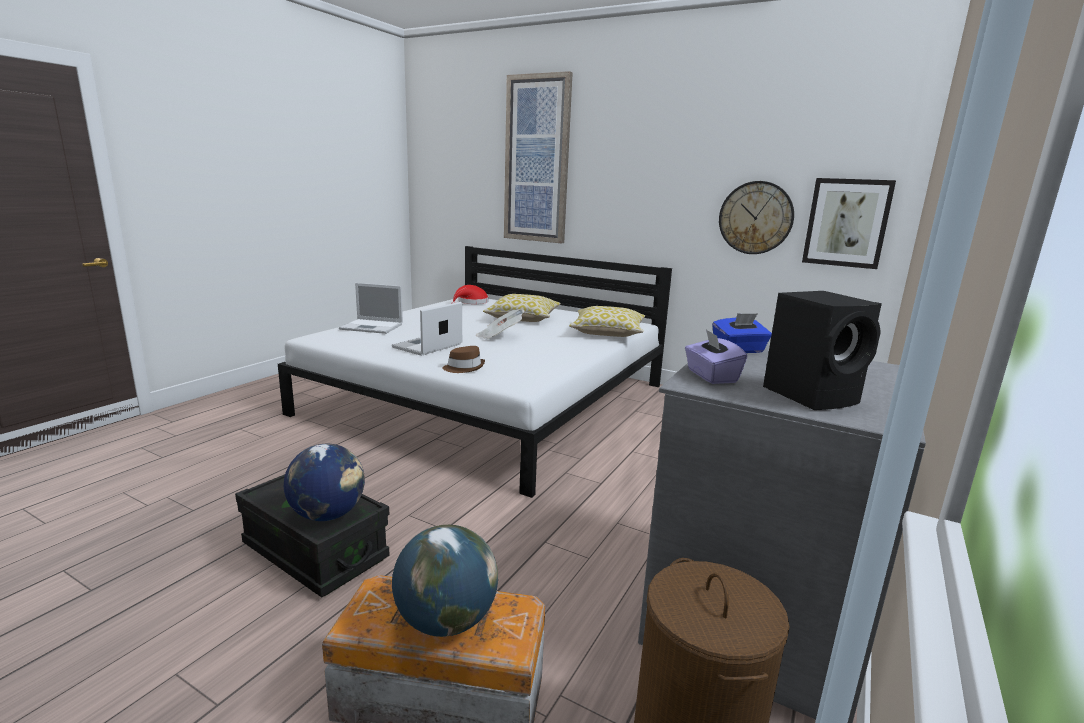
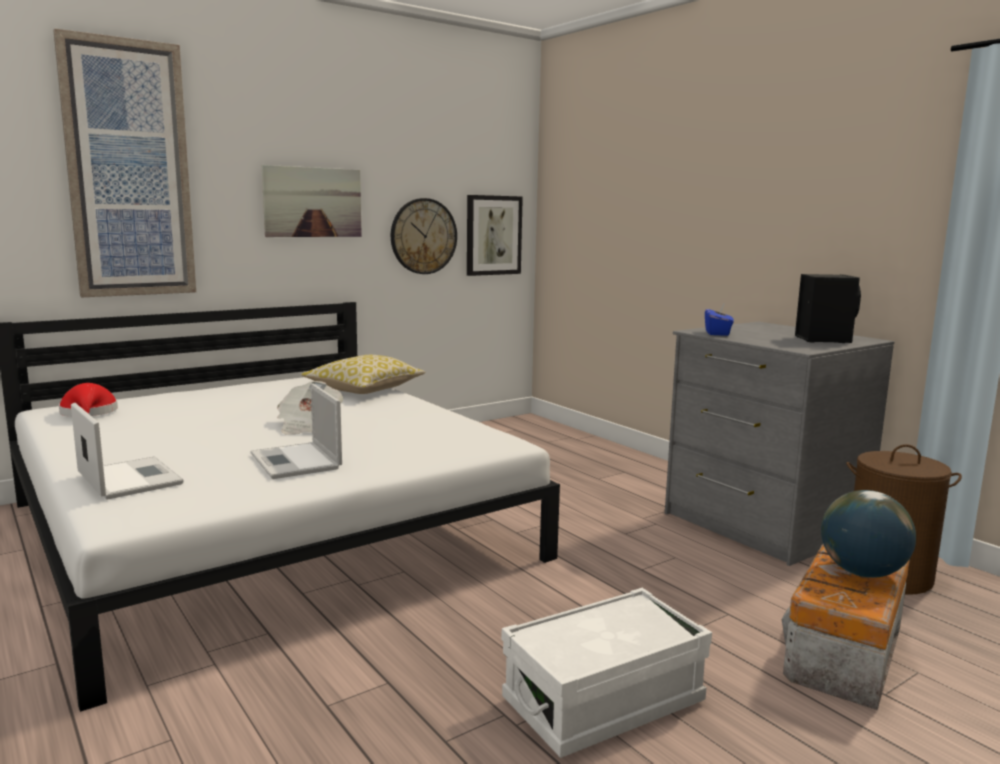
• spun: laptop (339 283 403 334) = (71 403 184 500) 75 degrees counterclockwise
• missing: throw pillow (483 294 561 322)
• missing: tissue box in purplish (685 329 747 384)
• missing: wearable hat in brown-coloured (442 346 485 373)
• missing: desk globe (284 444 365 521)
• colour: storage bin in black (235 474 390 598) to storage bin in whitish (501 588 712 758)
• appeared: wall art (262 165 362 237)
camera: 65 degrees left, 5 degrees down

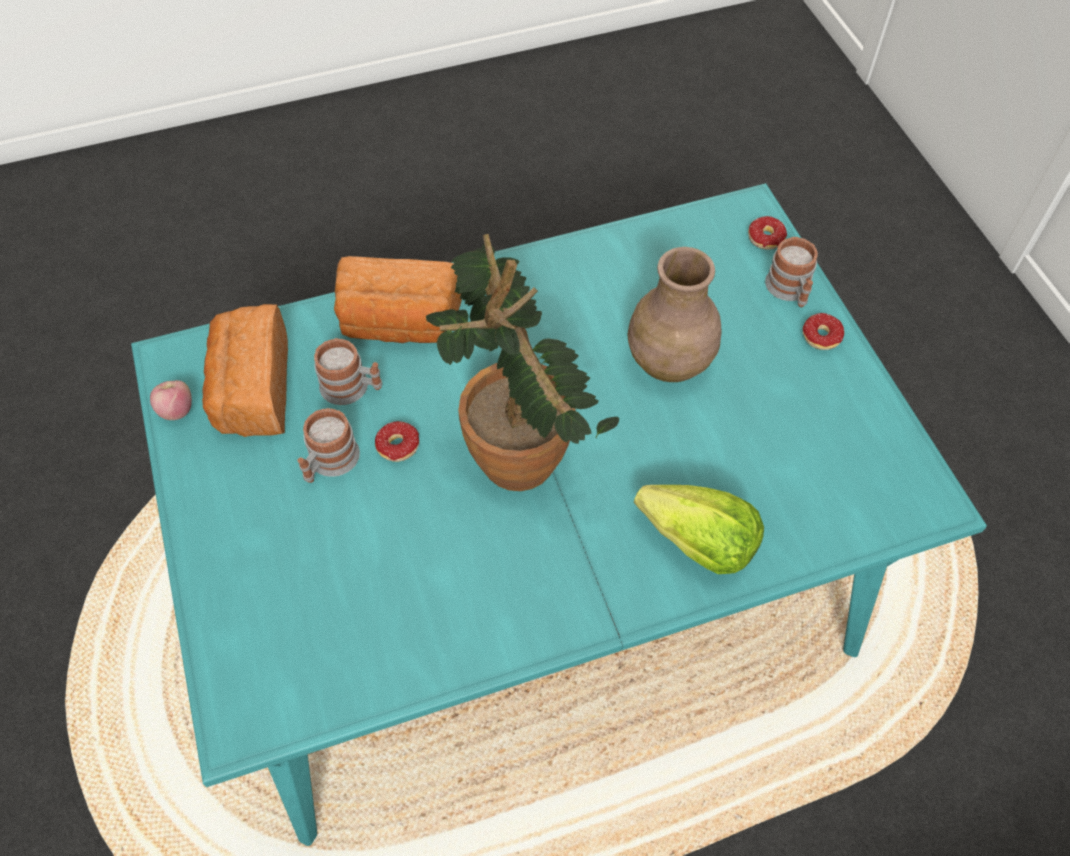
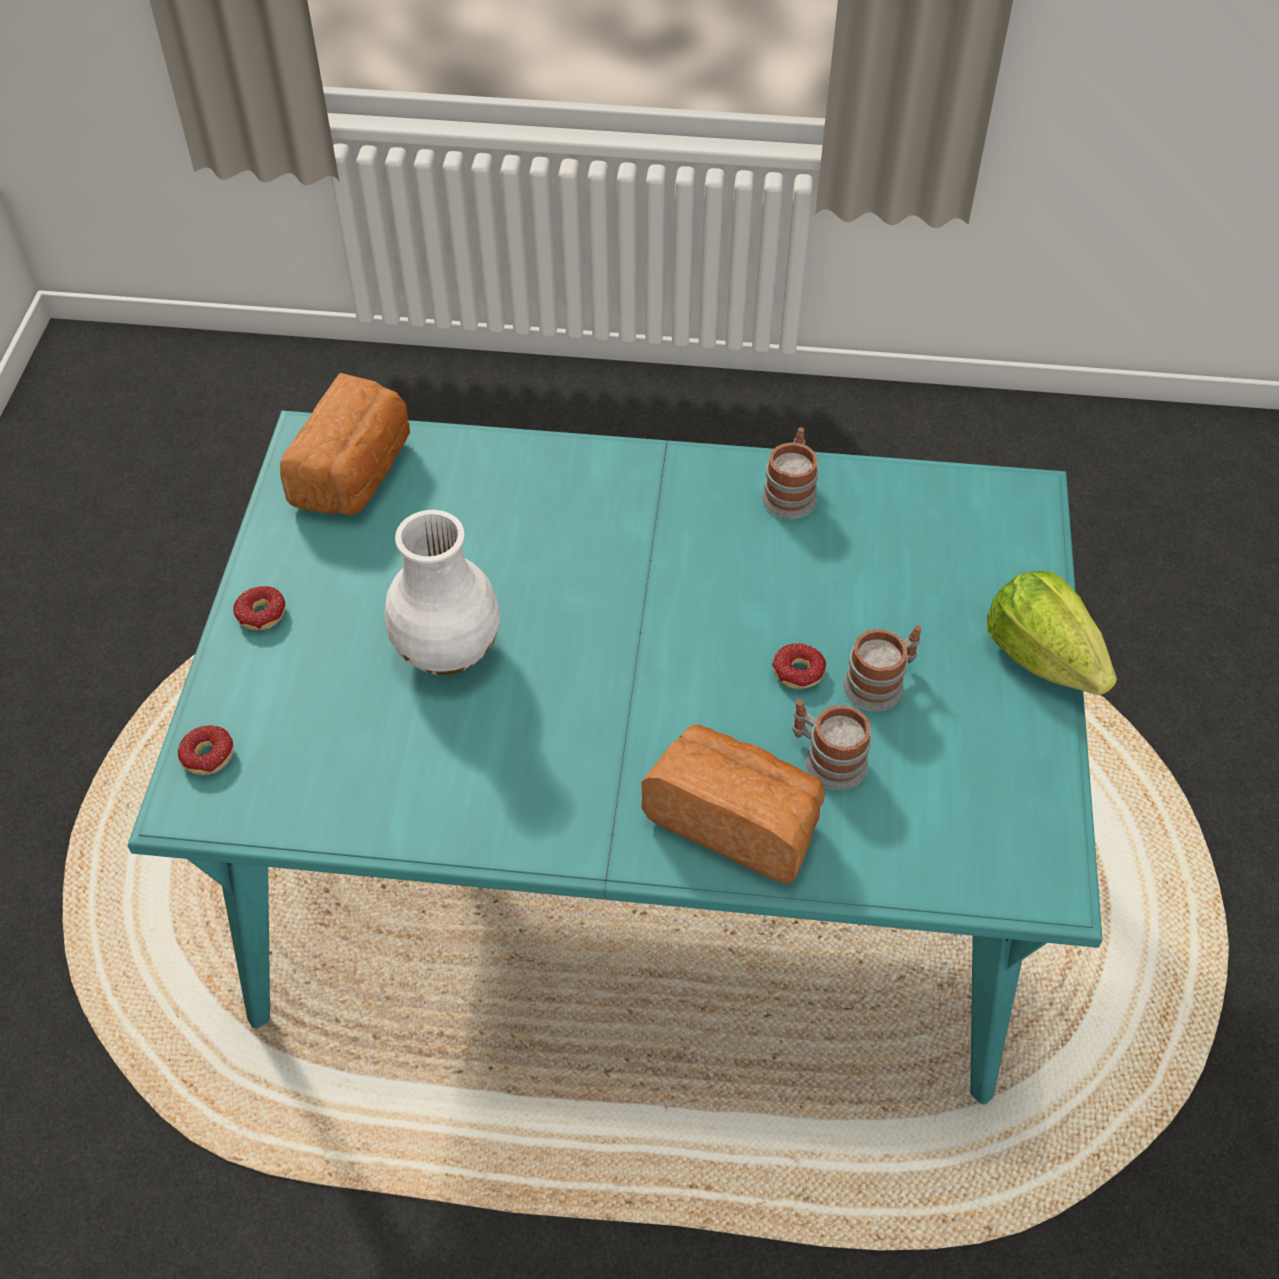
• missing: potted plant (426 234 619 491)
• relocated: coffee mug (765 237 818 307) to (762 427 818 519)
• colour: vase in brown-coloured (627 247 722 382) to vase in whitish (385 510 500 675)
• relocated: bakery bread (202 304 288 437) to (280 373 410 516)
• missing: apple fruit (150 380 192 420)
• relocated: lettuce head (634 485 764 574) to (987 570 1117 695)
camera: 155 degrees left, 5 degrees down

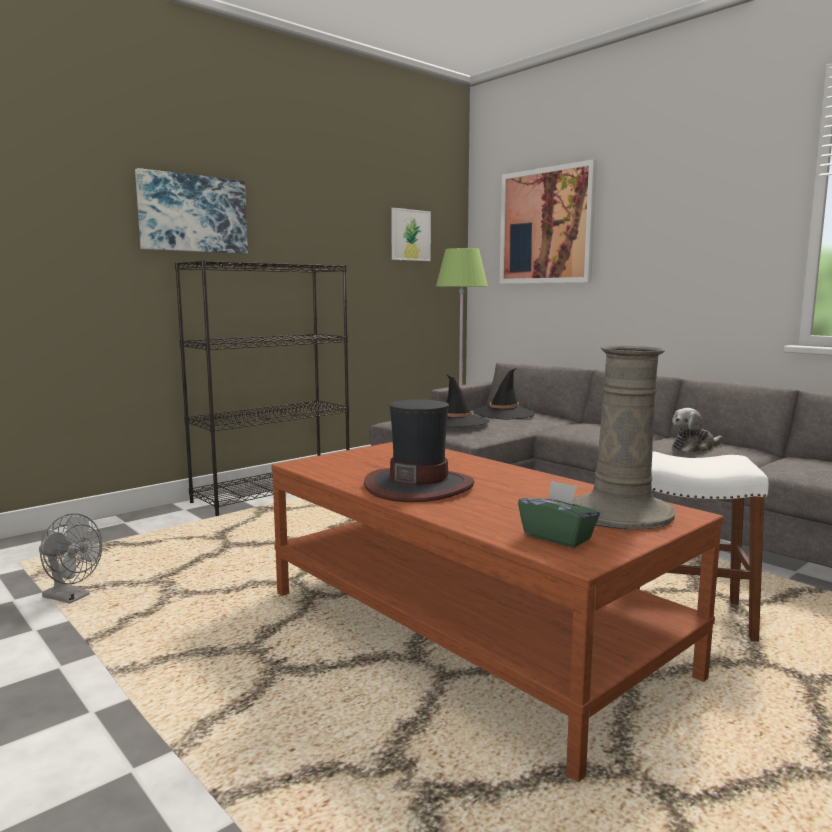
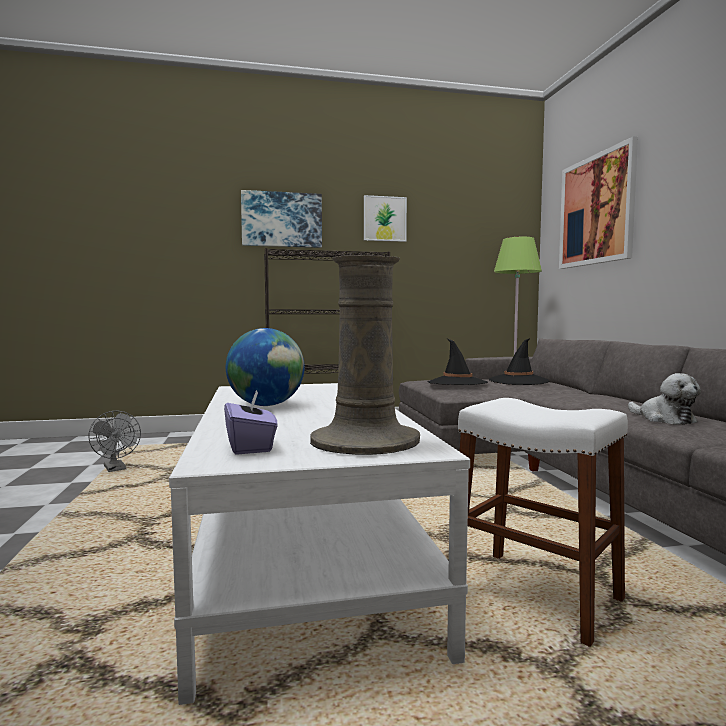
• relocated: wall art (391 208 431 261) to (364 195 407 242)
• exchanged: wearable hat (364 399 474 502) to desk globe (226 328 305 406)
• spun: plush toy (672 408 723 452) = (628 373 701 425) 120 degrees counterclockwise
• colour: low table in brown-coloured (271 442 723 782) to low table in whitish (169 383 470 705)
• colour: tissue box in green-coloured (518 480 600 548) to tissue box in purplish (224 389 278 455)
camera: 30 degrees right, 5 degrees down

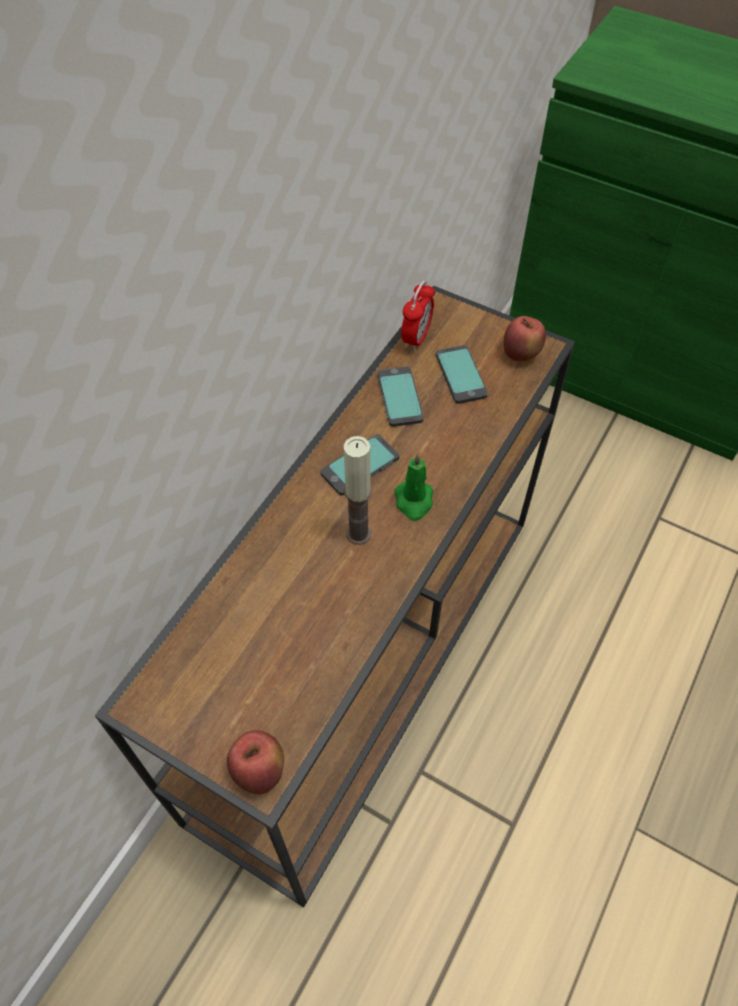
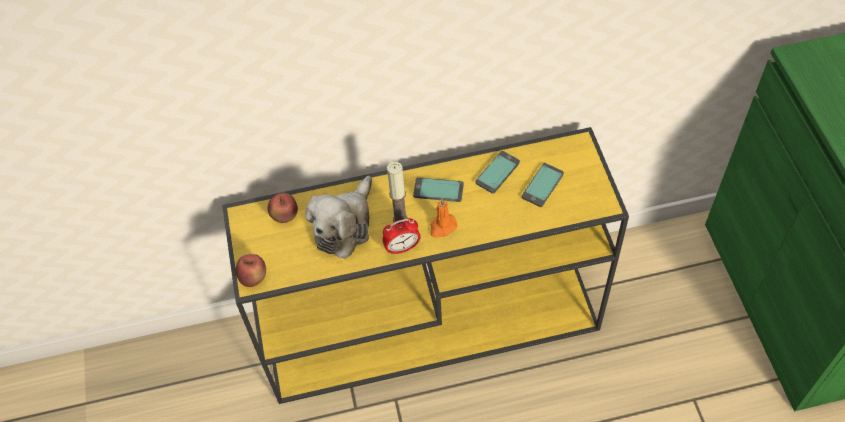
• relocated: bedside clock (401 280 435 351) to (382 218 421 255)
• colour: console table in brown-coloured (95 286 575 908) to console table in yellow-coloured (222 127 629 404)
• relocated: apple fruit (503 316 546 362) to (268 193 298 223)
• colour: candle in green-coloured (394 453 433 521) to candle in orangey (430 199 458 237)
• appeared: plush toy (306 176 372 259)
camera: 50 degrees right, 0 degrees up

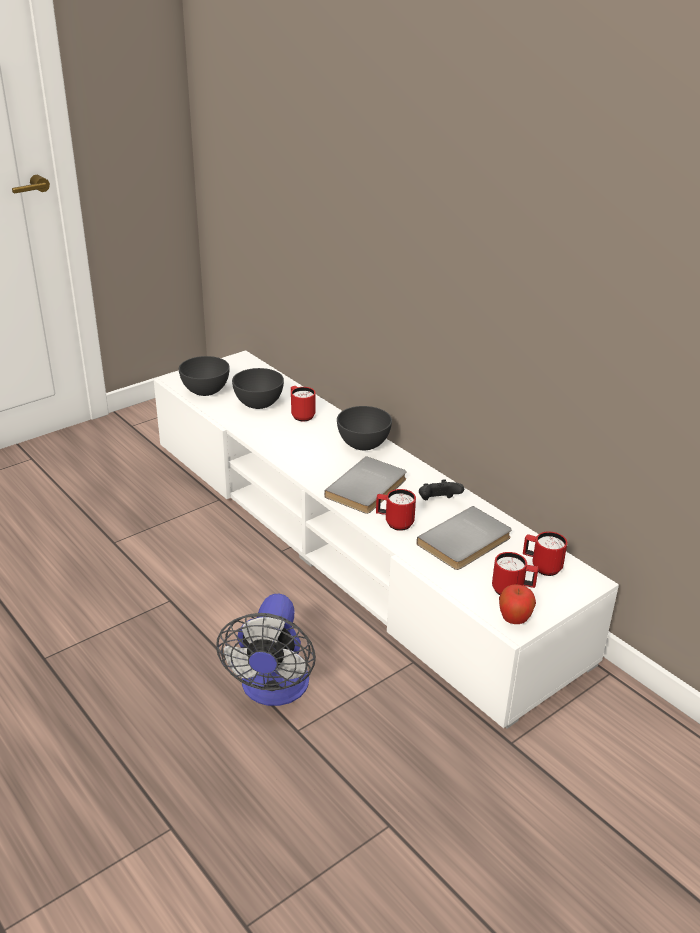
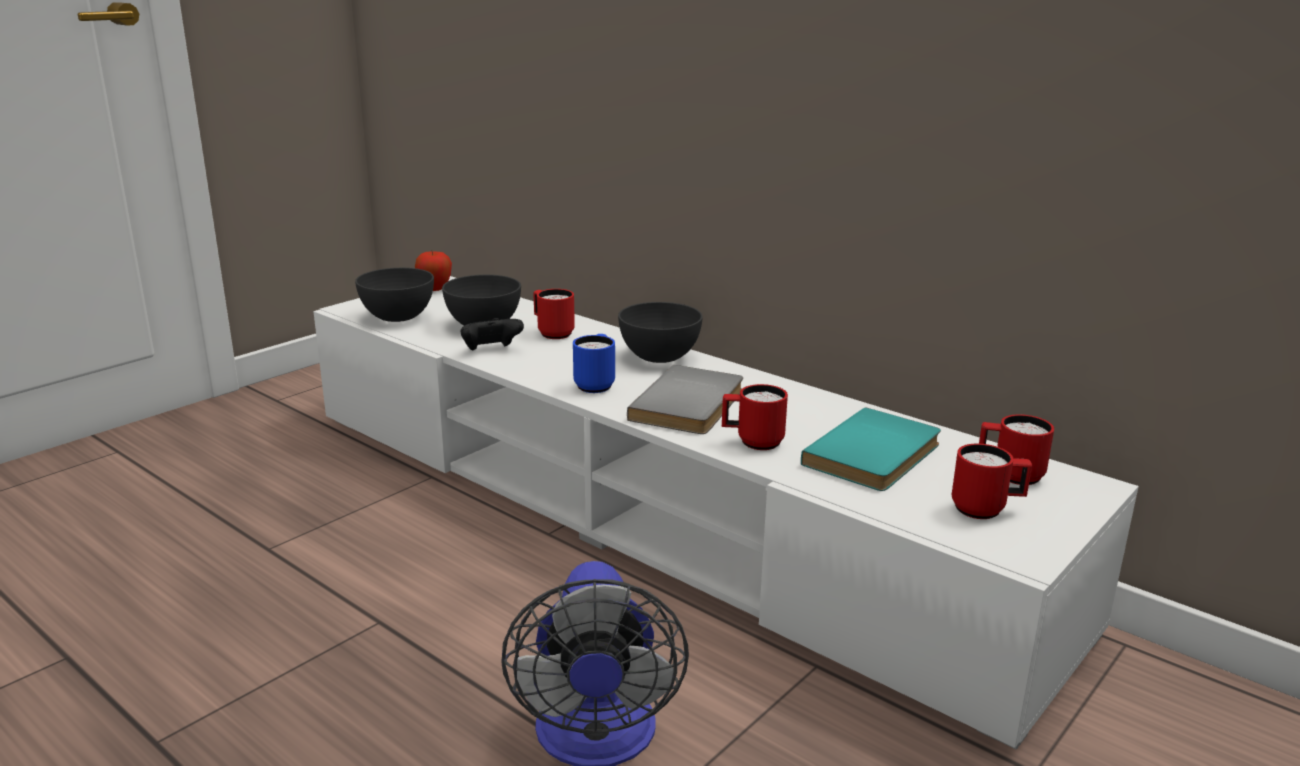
• relocated: joypad in black (419 479 464 500) to (460 318 524 350)
• colour: book in grey (417 506 512 570) to book in turquoise-coloured (801 407 941 491)
• relocated: apple fruit (499 584 536 624) to (415 250 452 291)
• appeared: coffee mug in bluish (573 334 615 393)
camera: 10 degrees left, 10 degrees down

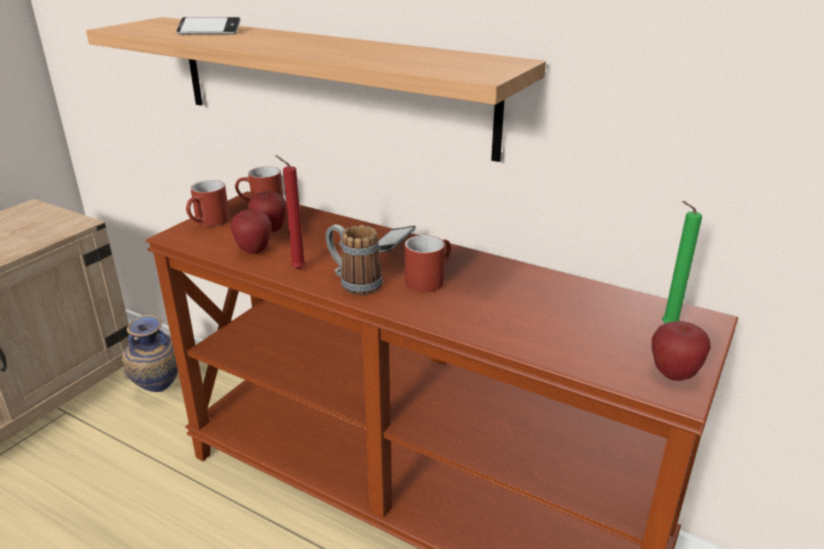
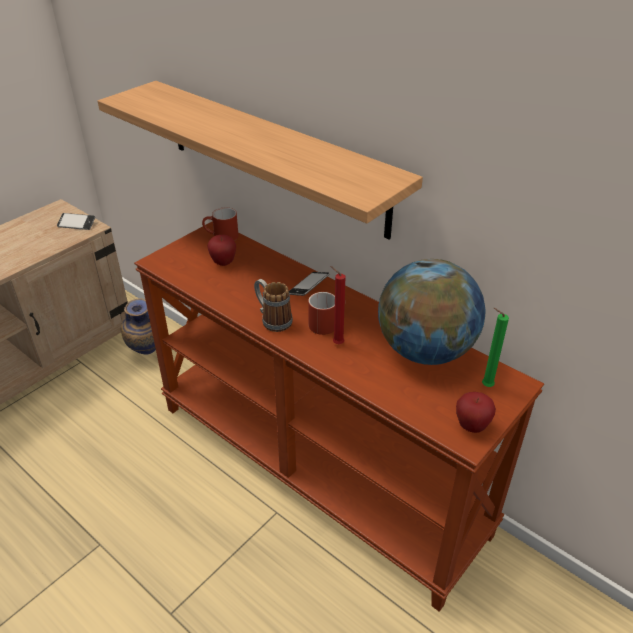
• relocated: handset (176 17 241 34) to (57 213 95 230)
• relocated: candle in red-coloured (275 155 306 269) to (330 266 346 344)
• missing: coffee mug in red-coloured (186 180 230 227)
• missing: apple fruit (230 210 272 254)
• appeared: desk globe (378 259 486 365)
camera: 10 degrees right, 10 degrees up

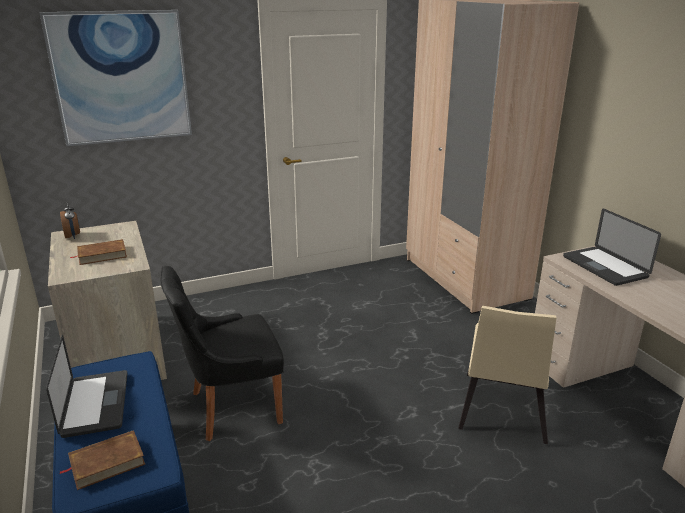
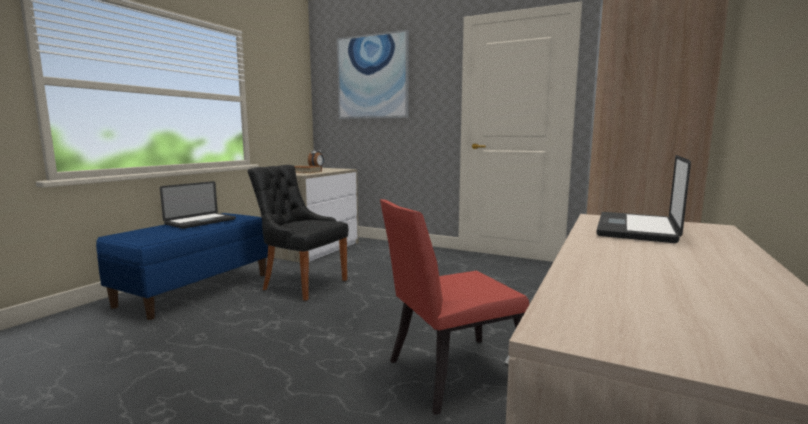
• colour: plain chair in sand-coloured (458 306 557 444) to plain chair in red-coloured (380 199 529 415)
• missing: book in brown-coloured (59 430 145 490)
camera: 50 degrees right, 15 degrees down

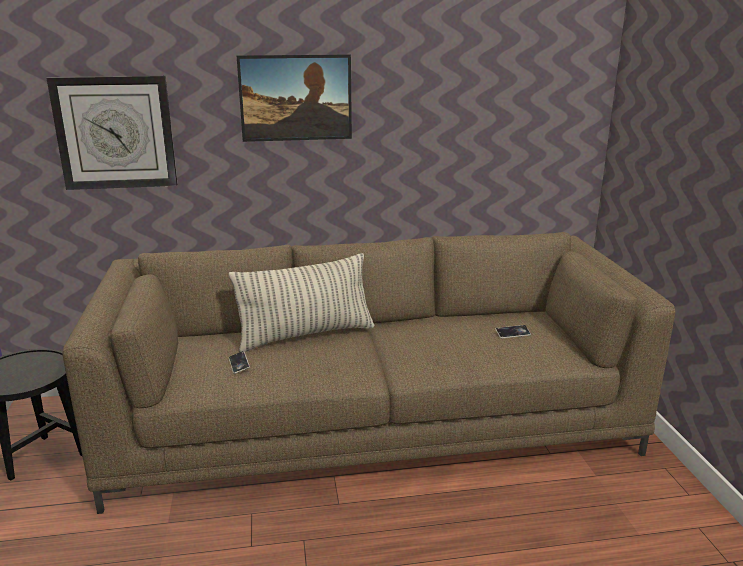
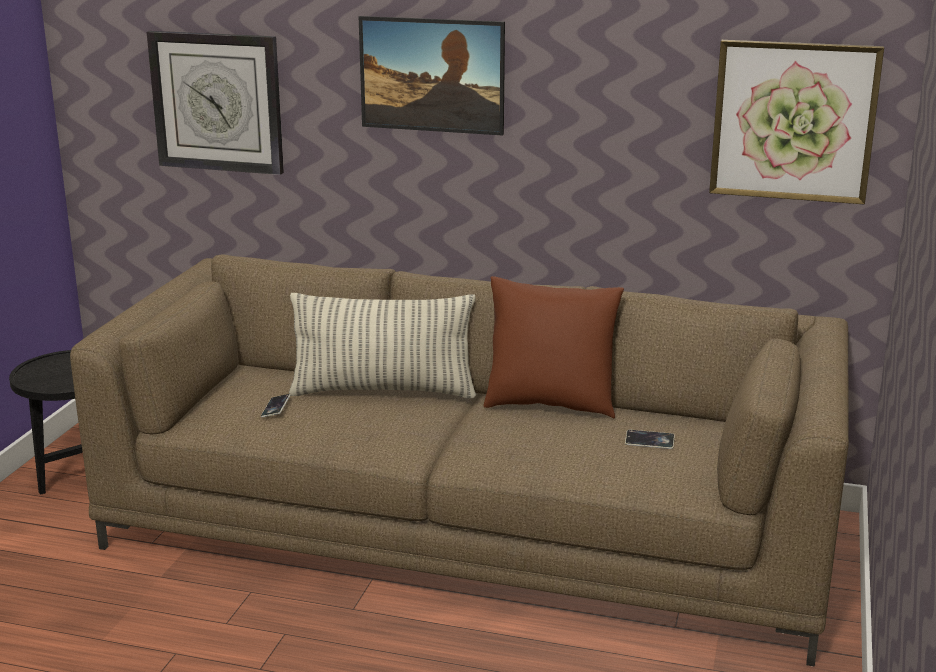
• appeared: wall art (709 40 884 204)
• appeared: throw pillow in brown-coloured (484 276 624 418)
camera: 25 degrees right, 0 degrees up

